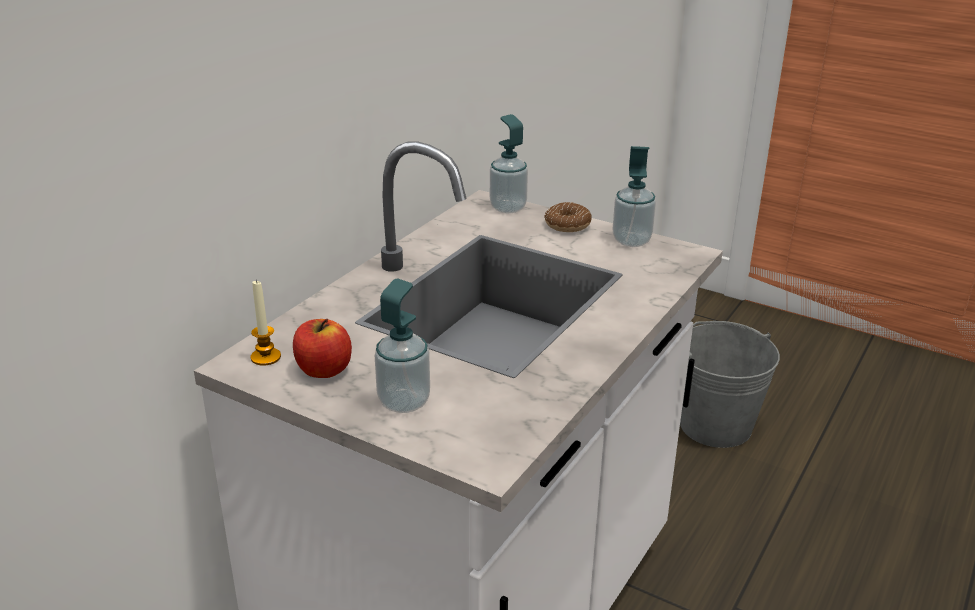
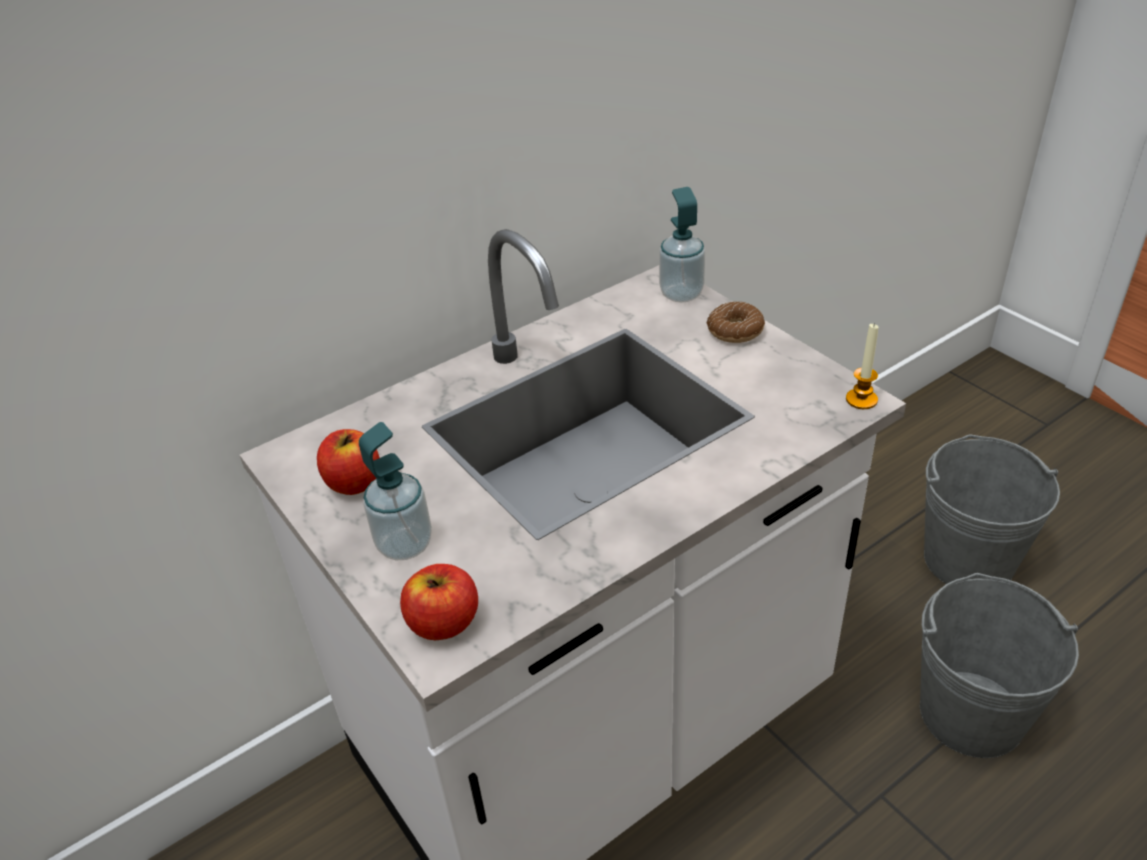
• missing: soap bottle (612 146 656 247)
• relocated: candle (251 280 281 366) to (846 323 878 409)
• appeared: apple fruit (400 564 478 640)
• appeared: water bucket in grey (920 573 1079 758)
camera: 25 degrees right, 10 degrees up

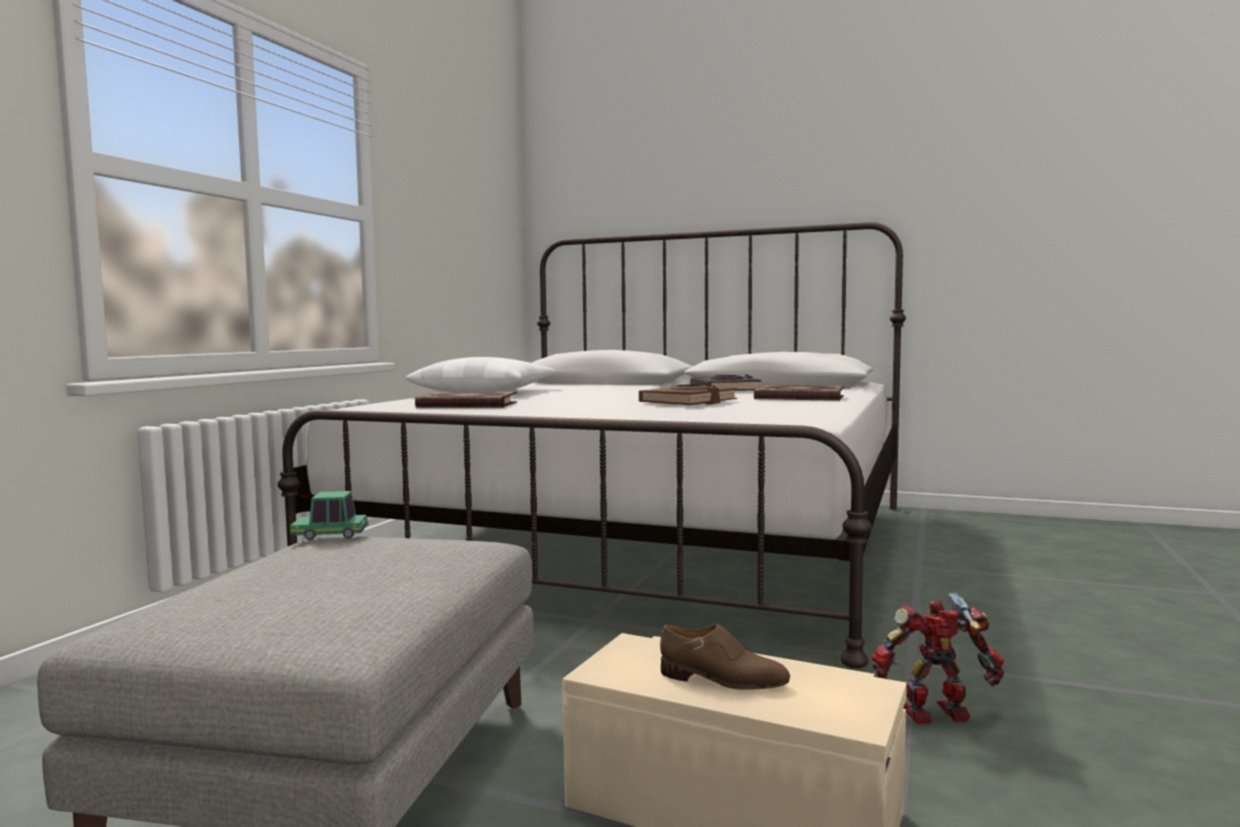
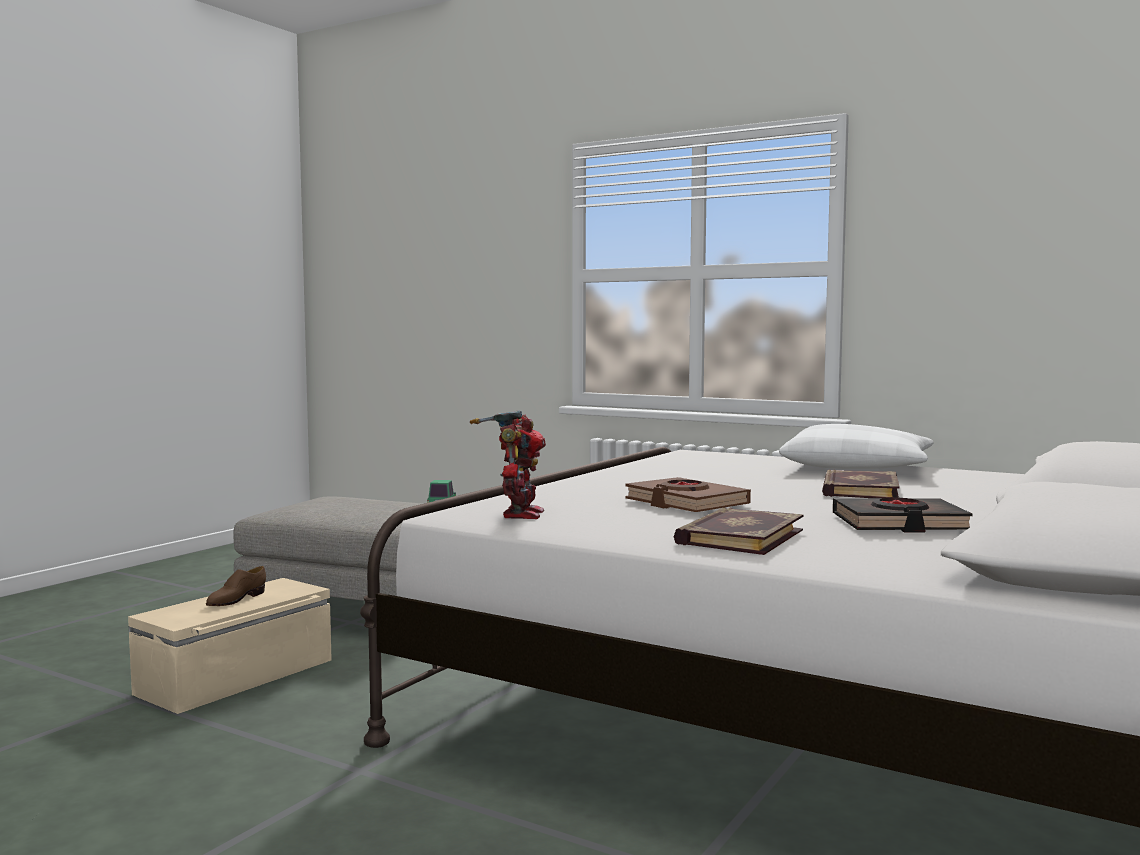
• relocated: book (415 392 517 408) to (822 469 900 498)
• relocated: model robot (872 593 1004 724) to (470 410 546 519)
camera: 100 degrees right, 0 degrees up

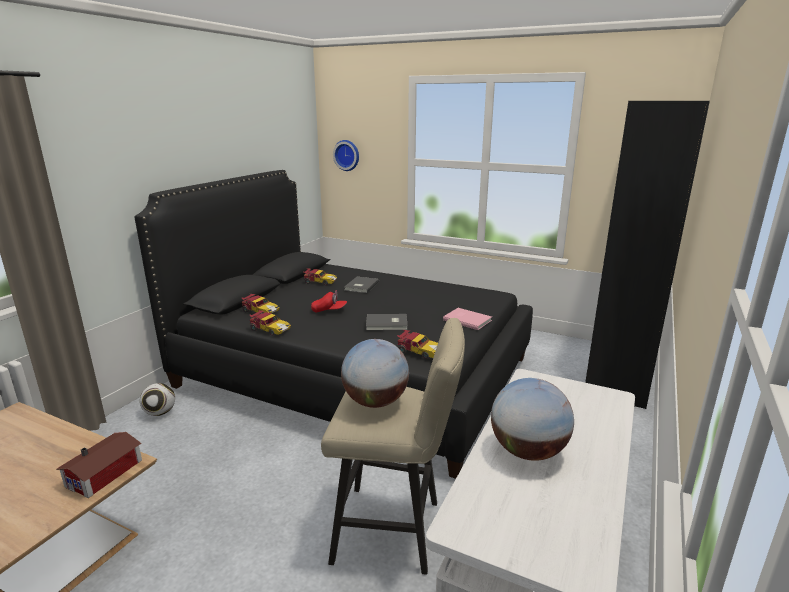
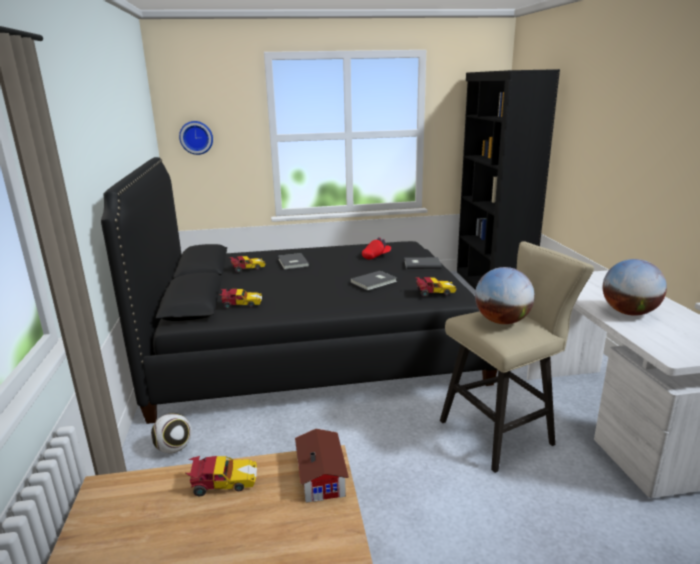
• relocated: cap in red-coloured (311 290 347 313) to (362 237 391 259)
• colour: book in pink (443 308 492 330) to book in grey (405 257 442 269)
• relocated: model car (249 310 291 335) to (186 456 257 496)
camera: 35 degrees left, 0 degrees up

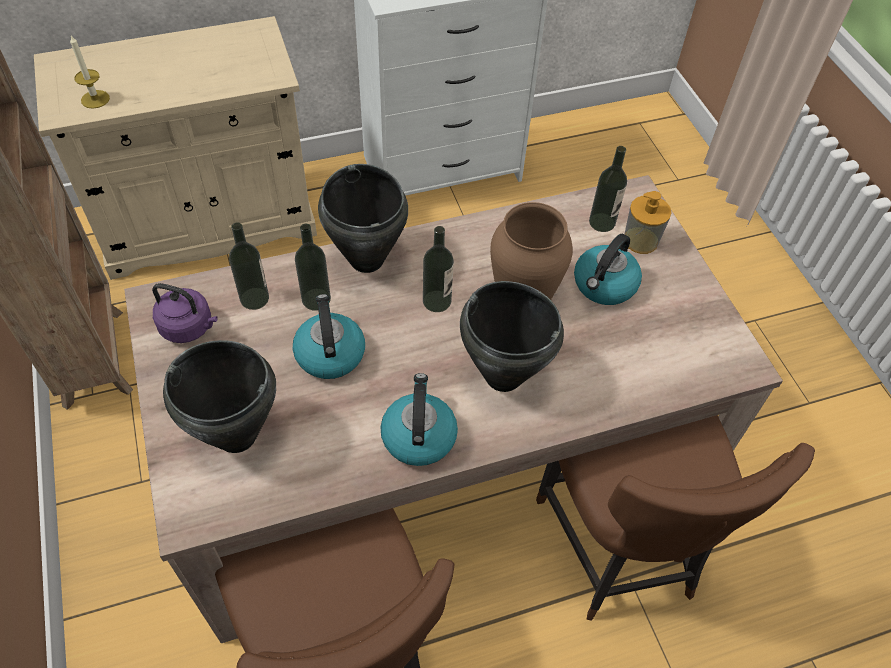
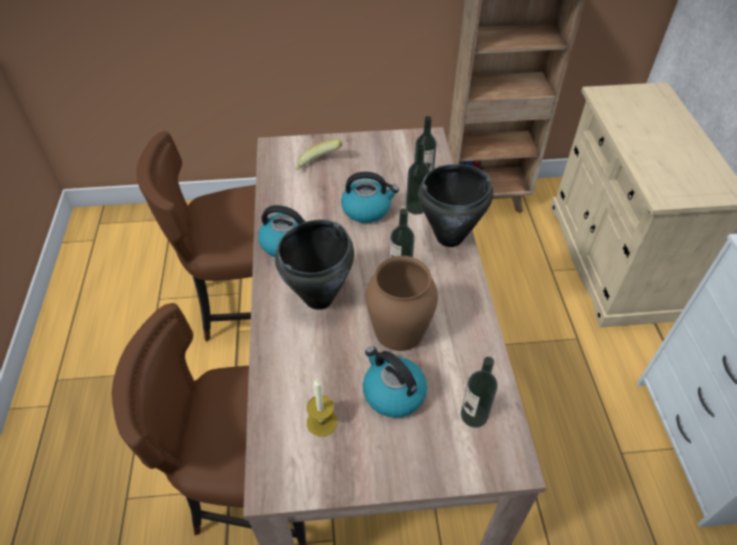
• relocated: candle (70 36 110 109) to (307 379 337 437)
• missing: soap bottle (624 191 672 254)
• missing: kettle in purplish (152 283 218 343)
• exchanged: cooking pot in black (163 340 276 453) to whole banana (295 139 342 170)
camera: 105 degrees right, 5 degrees down

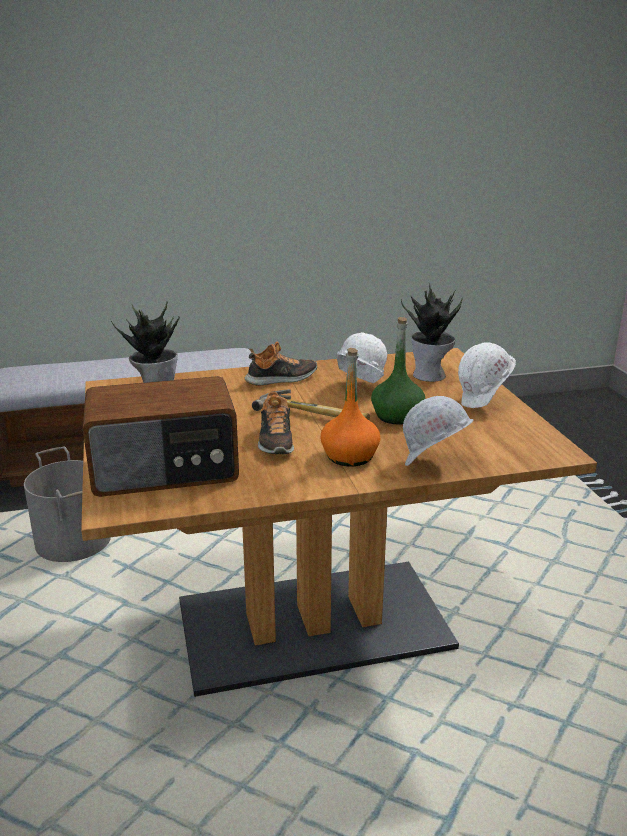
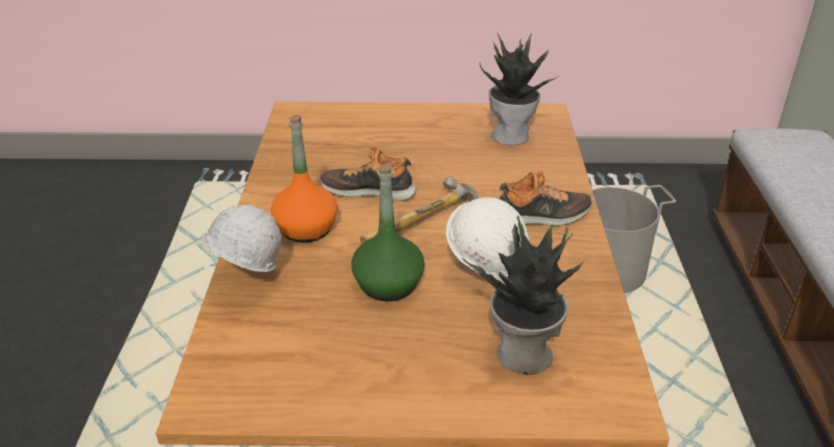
• spun: low shoe (245 342 317 386) = (500 171 593 226) 90 degrees counterclockwise
• missing: hard hat in whitish (458 342 516 408)
• missing: radio receiver (83 376 239 497)
camera: 105 degrees right, 10 degrees up

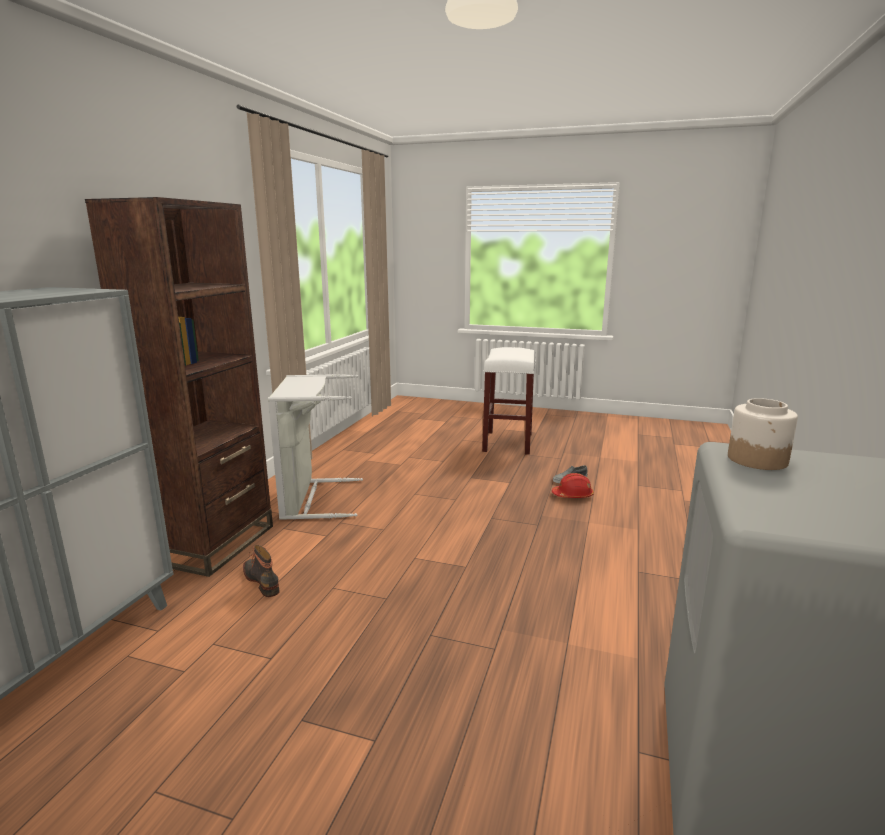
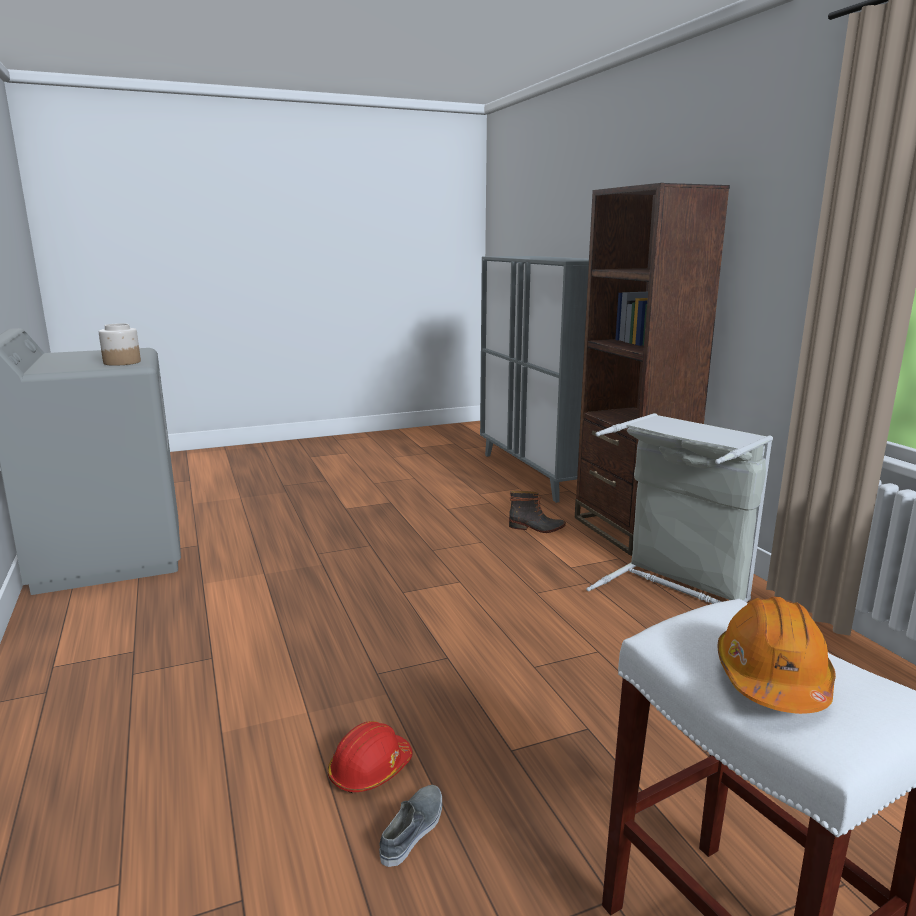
• appeared: hard hat in orangey (717 596 836 714)
camera: 140 degrees right, 0 degrees up

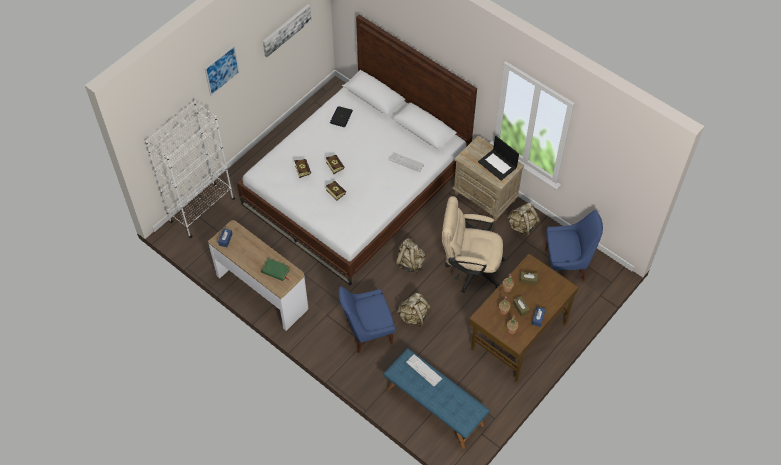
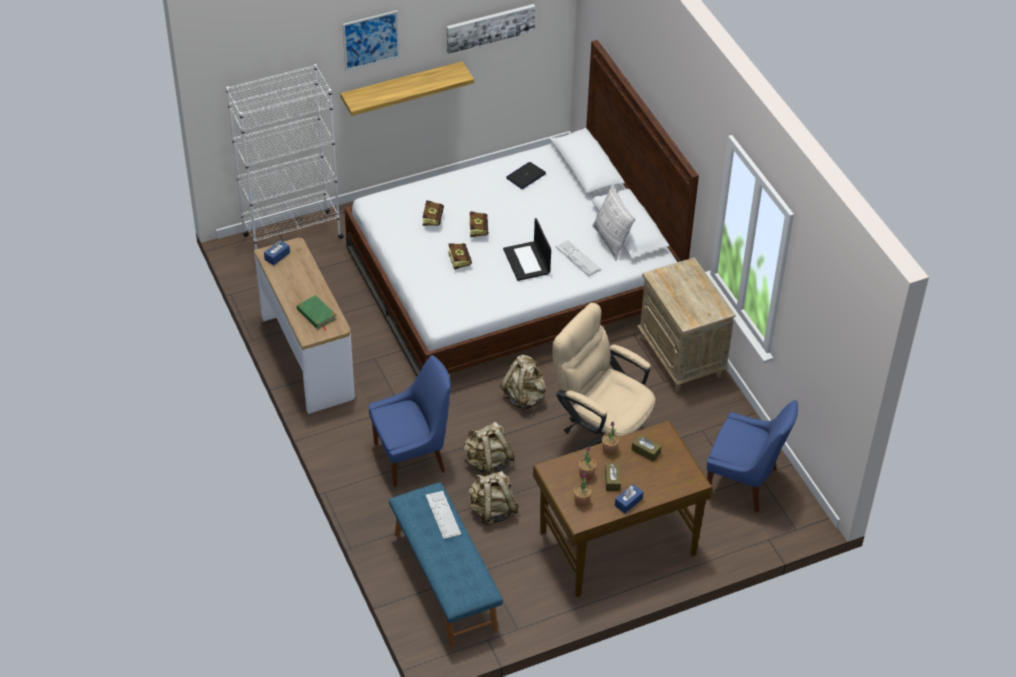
• relocated: laptop (478 136 519 181) to (503 218 551 281)
• relocated: knapsack in sand-coloured (507 203 540 237) to (468 471 519 525)
• spun: plain chair in bluish (339 286 395 353) = (369 355 451 487) 150 degrees clockwise
• appeared: bracket shelf (340 61 474 116)
• appeared: throw pillow (592 184 635 261)
camera: 25 degrees right, 10 degrees down

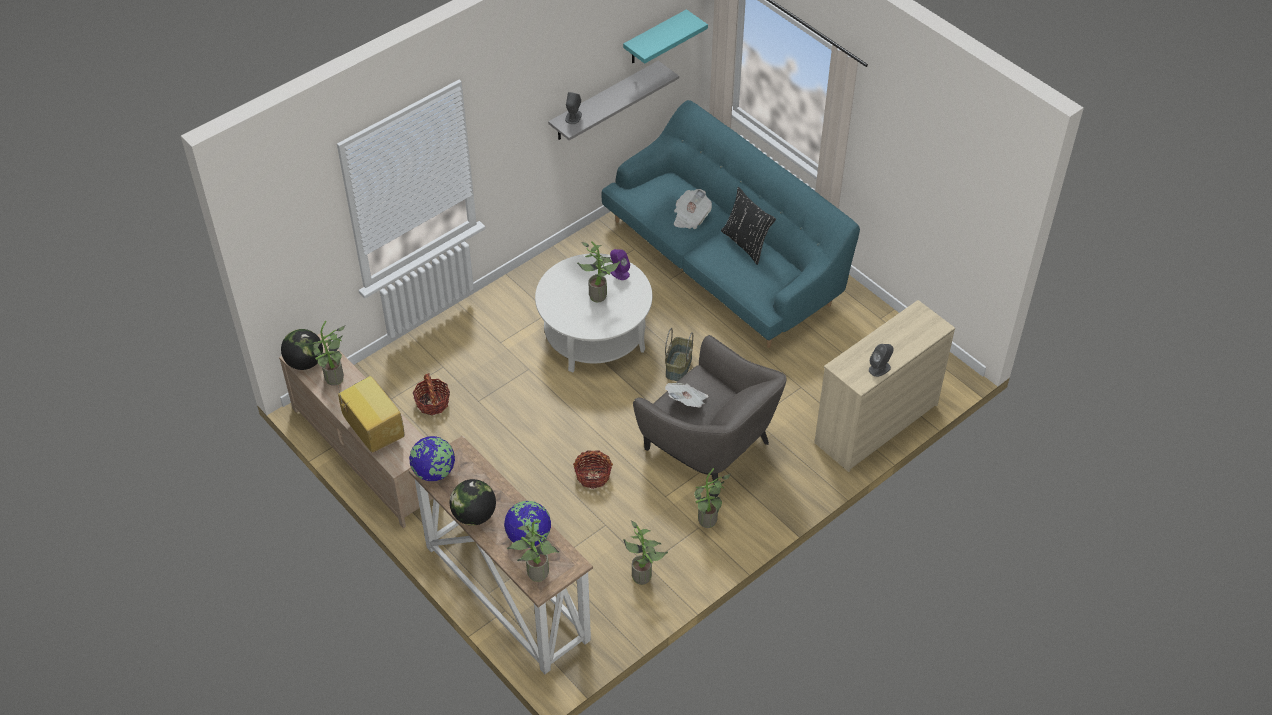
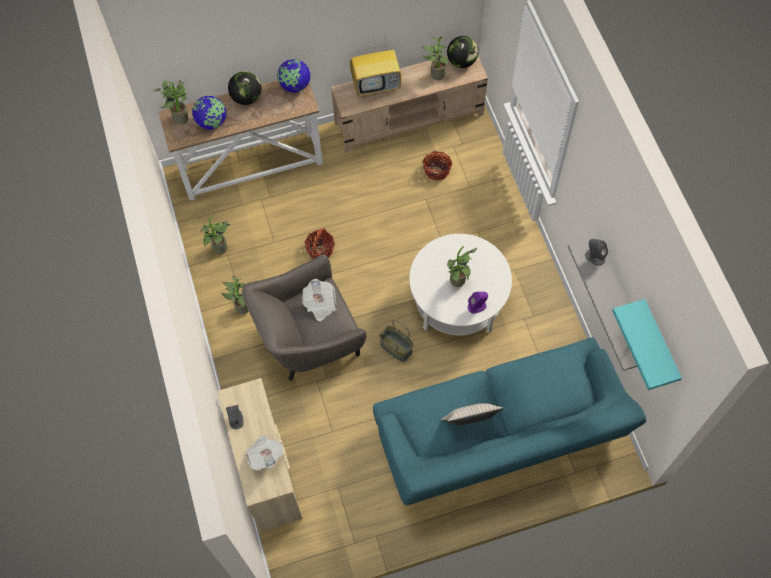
• colour: throw pillow in black (721 187 776 265) to throw pillow in sand-coloured (440 403 503 425)
• relocated: daily paper (674 189 712 229) to (245 435 283 470)
camera: 115 degrees right, 15 degrees up

